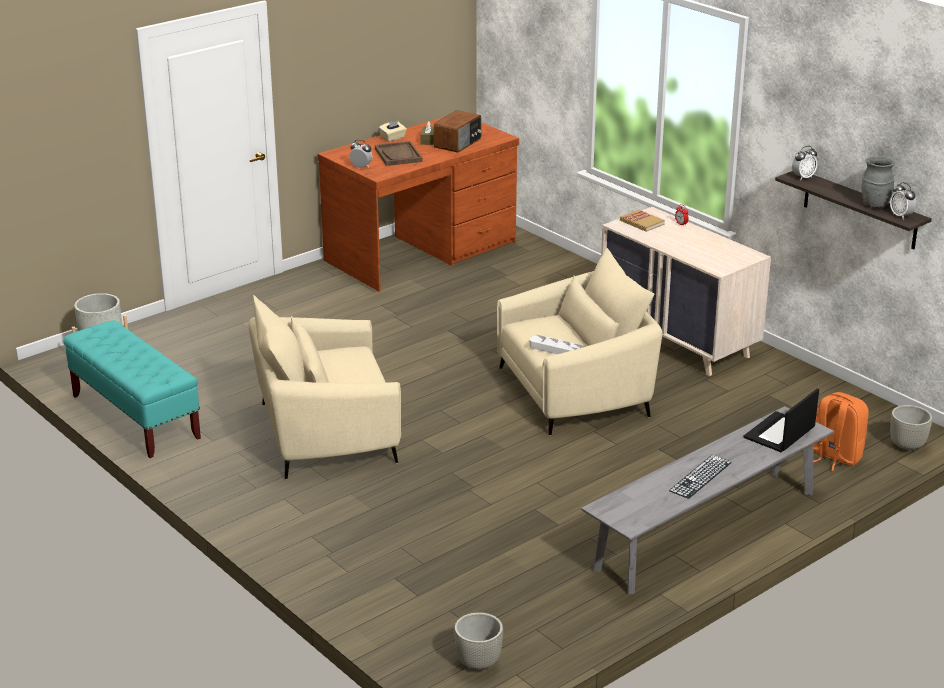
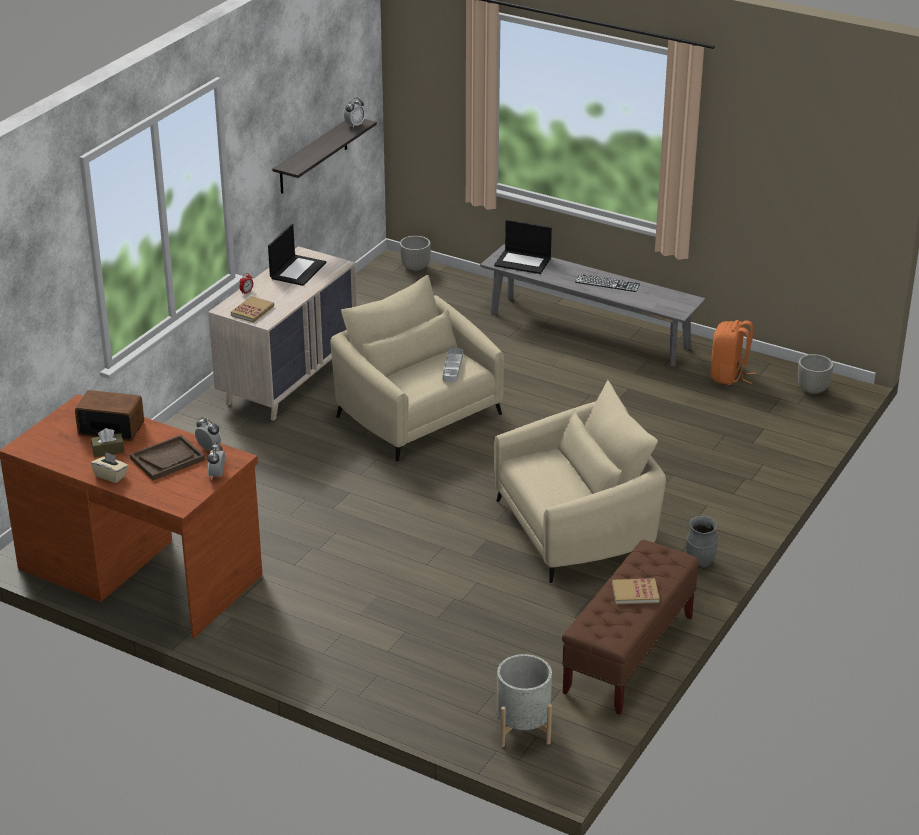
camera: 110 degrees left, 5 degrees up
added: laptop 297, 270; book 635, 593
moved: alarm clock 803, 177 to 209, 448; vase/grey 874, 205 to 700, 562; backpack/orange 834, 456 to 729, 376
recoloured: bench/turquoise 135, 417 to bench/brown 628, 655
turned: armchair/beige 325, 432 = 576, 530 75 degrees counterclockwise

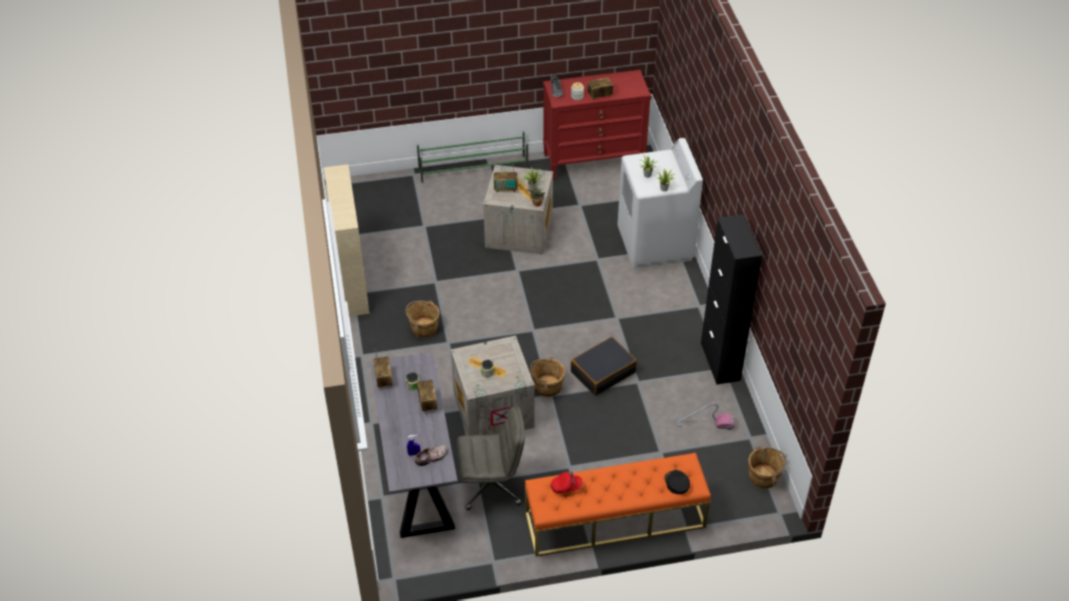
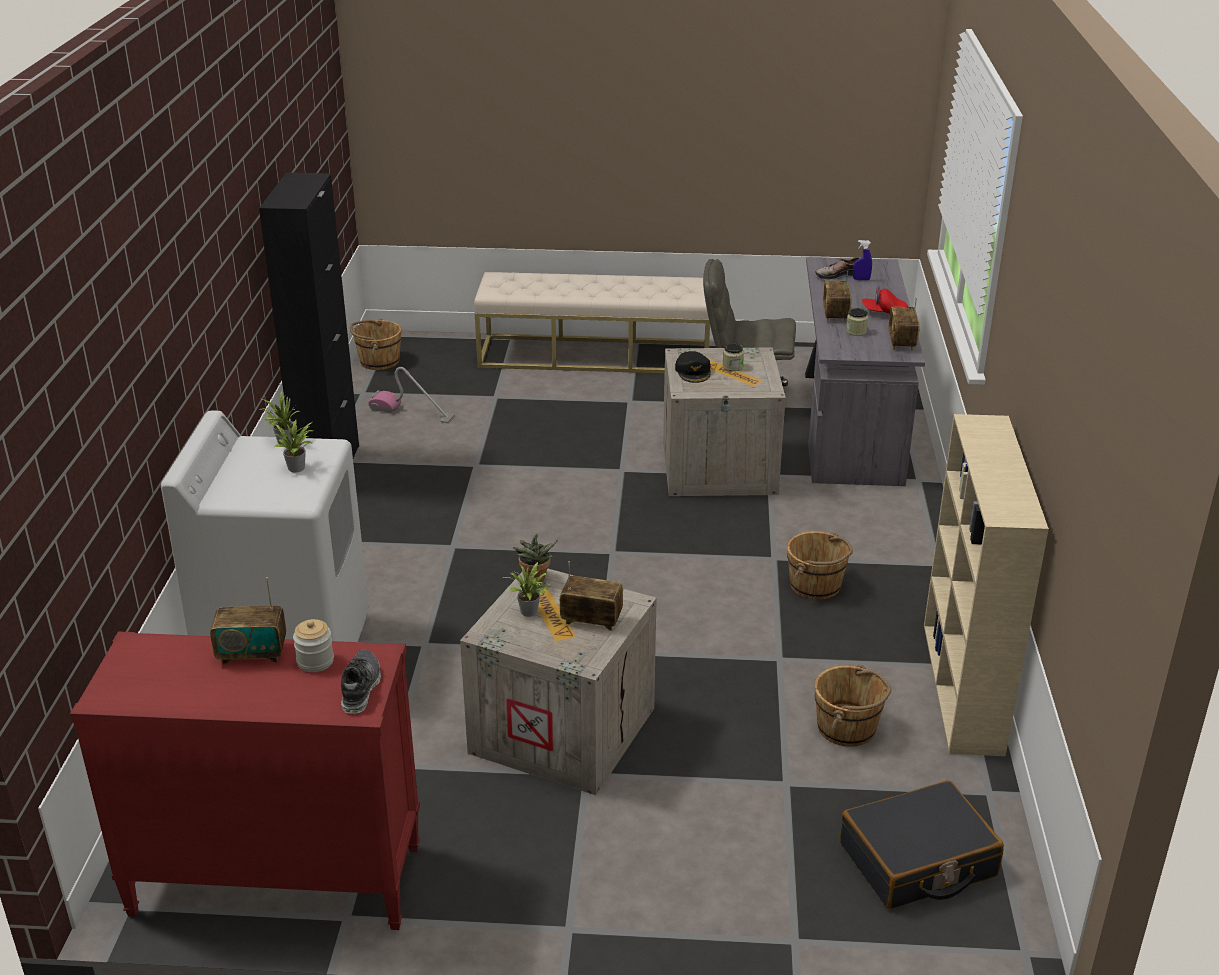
camera: 165 degrees left, 15 degrees down
removed: shoe rack/green 474, 169
moved: cap/black 676, 483 to 693, 371; bucket/brown 547, 386 to 847, 728; suitcase/black 603, 372 to 917, 861; cap/red 566, 487 to 884, 313
recoloured: bench/orange 614, 520 to bench/beige 595, 355

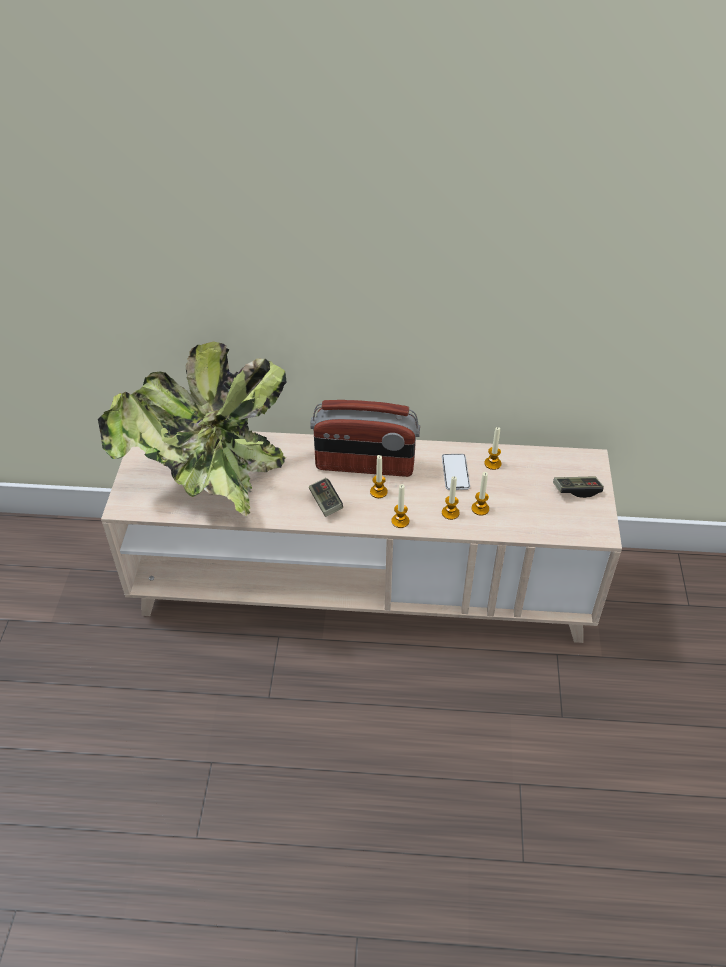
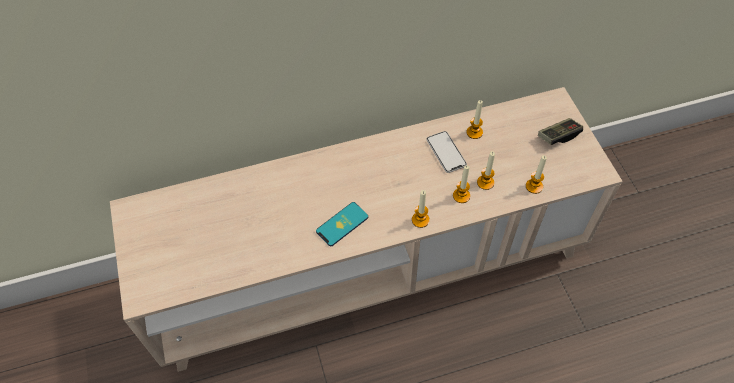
camera: 20 degrees left, 10 degrees up
removed: potted plant 209, 480; radio 365, 465
moved: candle 378, 492 to 534, 186
replaced: game controller 325, 503 to phone 342, 224

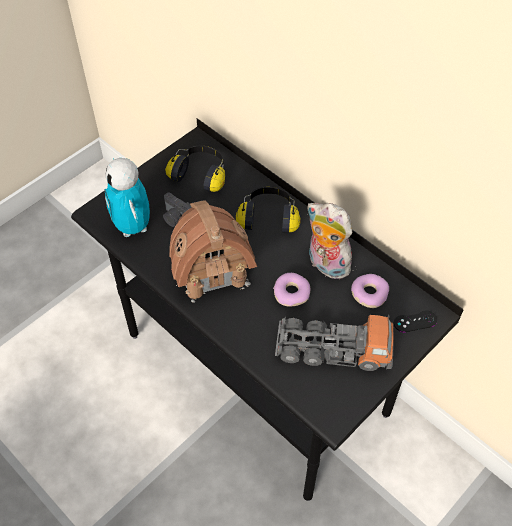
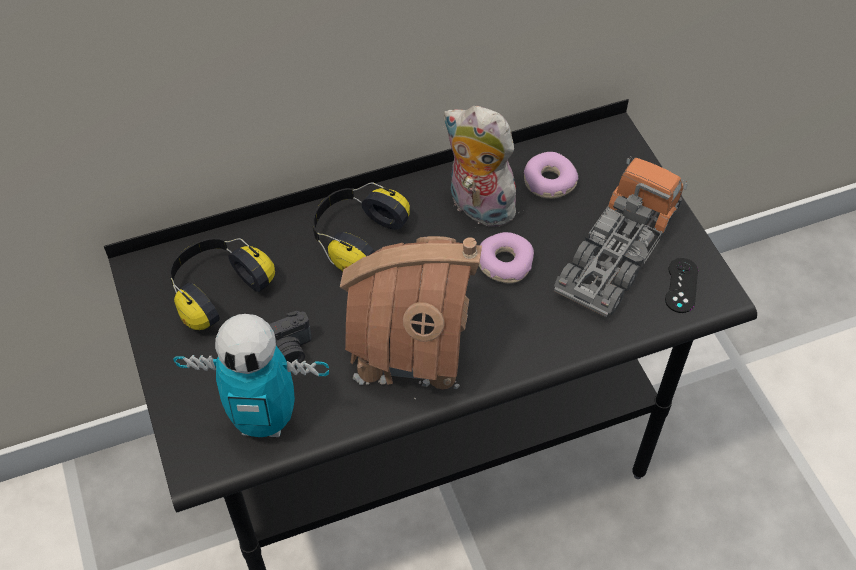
camera: 65 degrees left, 0 degrees up
moved: game controller/black 415, 321 to 681, 285
turned: plush toy 325, 265 = 477, 207 60 degrees clockwise

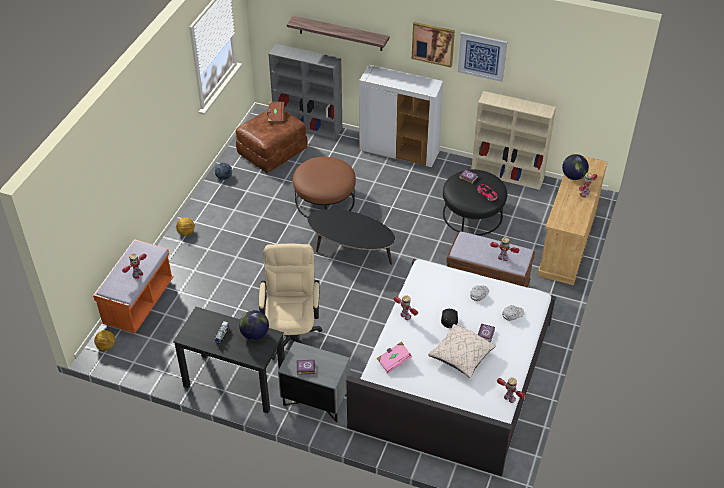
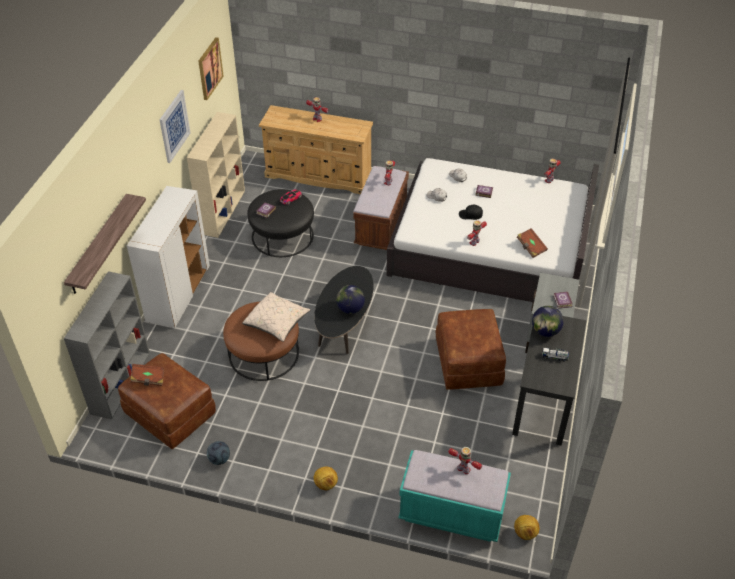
camera: 95 degrees left, 0 degrees up
moved: picture 433, 44 to 209, 68; pillow/beige 461, 356 to 277, 323; globe 573, 176 to 350, 309
replaced: office chair/beige 292, 333 to ottoman/brown 467, 362
recoloured: bench/orange 138, 303 to bench/turquoise 451, 513; book/pink 394, 361 to book/brown 531, 247

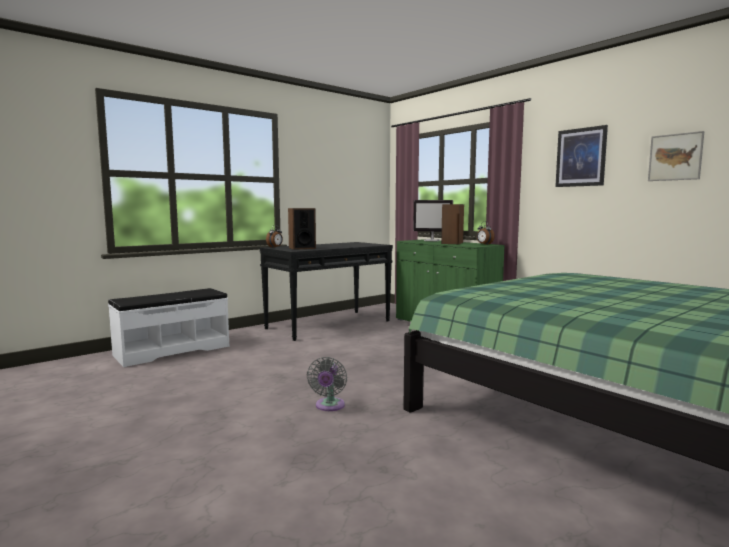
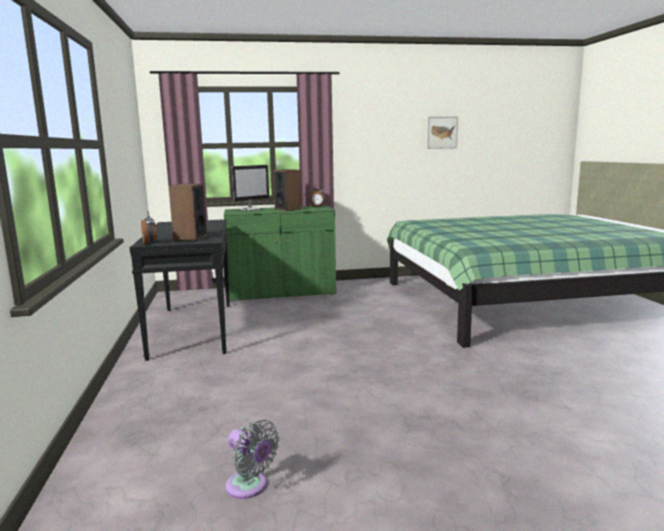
camera: 60 degrees left, 5 degrees up
removed: bench/white 172, 350; picture 581, 157
moved: fan/grey 329, 406 to 250, 487

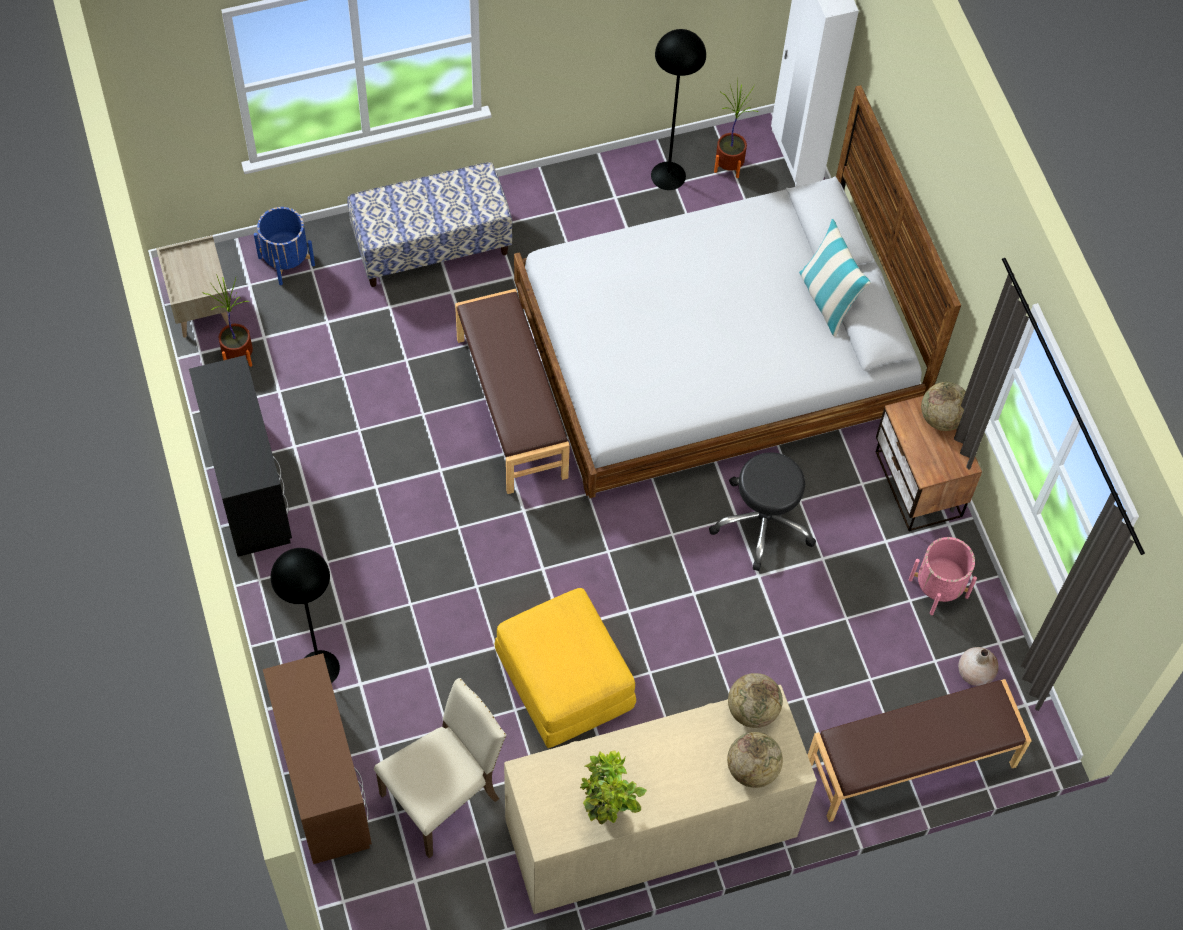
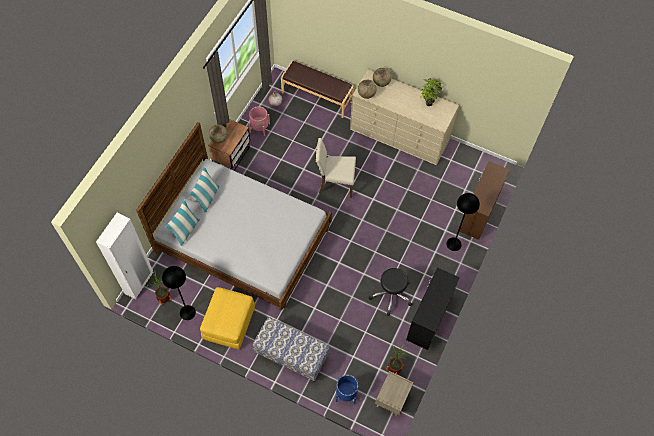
camera: 135 degrees left, 0 degrees up
removed: bench/brown 512, 407
added: pillow 186, 230
moved: ottoman/yellow 563, 681 to 229, 323; chair/beige 443, 797 to 335, 183; stool/black 762, 522 to 391, 295

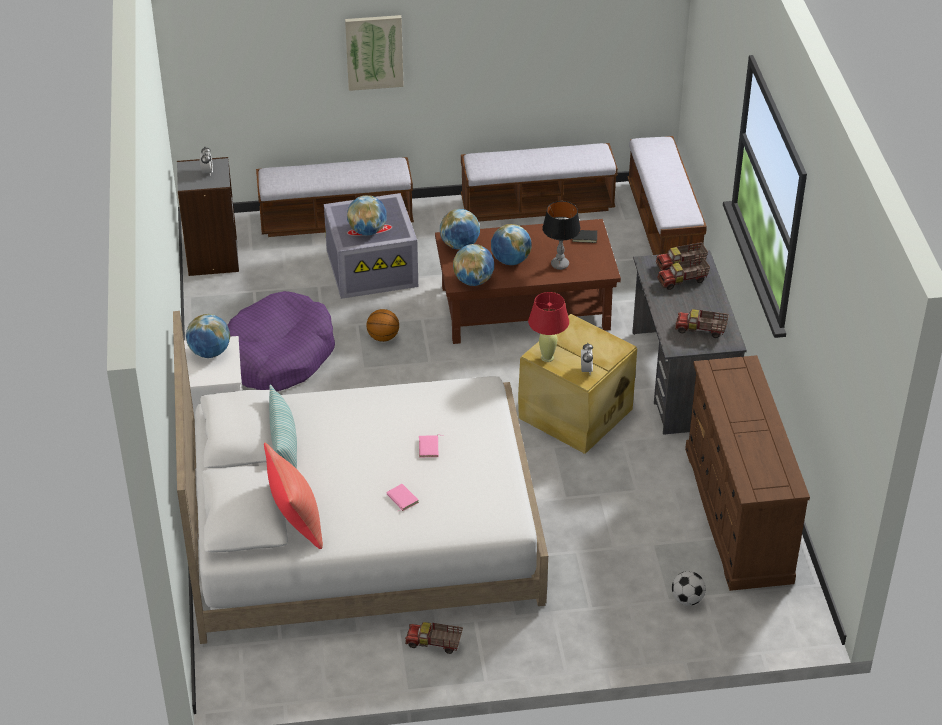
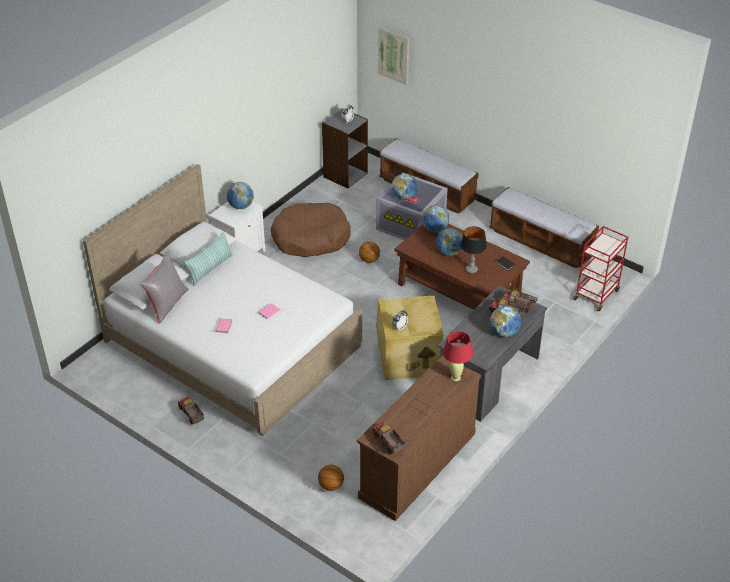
camera: 45 degrees right, 0 degrees up
moved: toy truck 701, 330 to 388, 443; picture 374, 52 to 394, 55; table lamp/red 547, 357 to 455, 378; globe 473, 281 to 504, 332
replaced: football 687, 599 to basketball 331, 486; bench 663, 226 to cart/red 596, 294
recoloured: pillow/red 296, 521 to pillow/grey 167, 304; dog bed/purple 278, 355 to dog bed/brown 310, 238

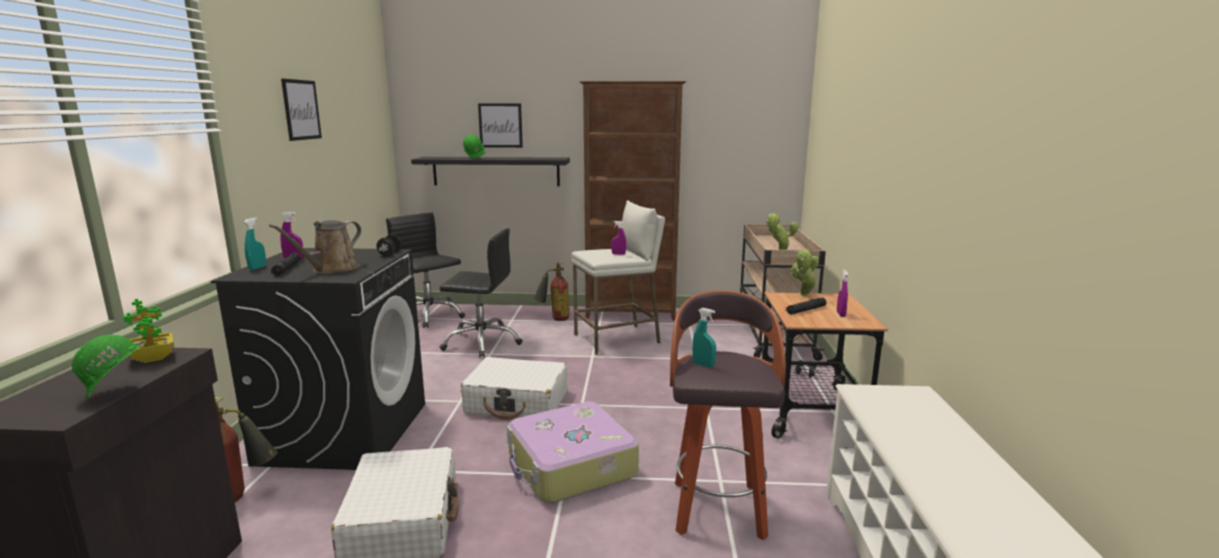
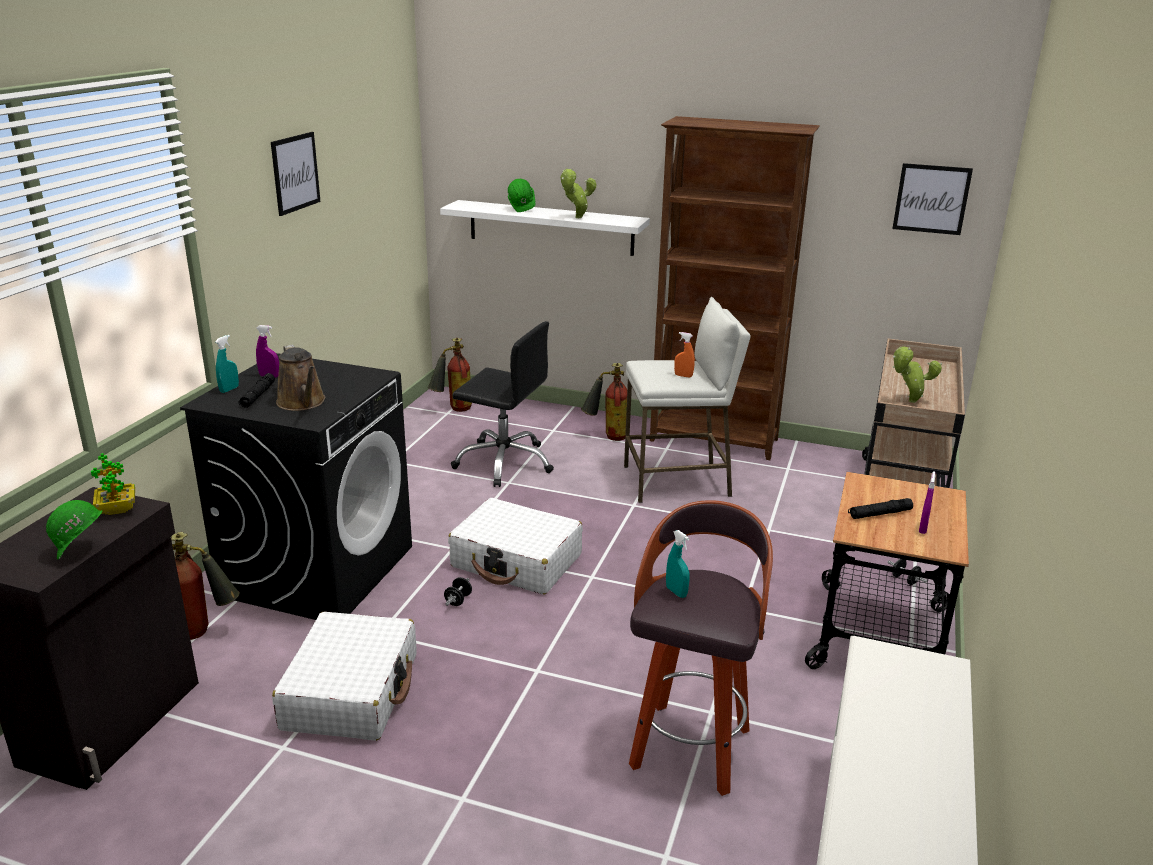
camera: 15 degrees right, 10 degrees up
removed: suitcase 570, 466
moved: dumbbell/black 390, 254 to 458, 600; potted plant 803, 295 to 576, 218; picture 500, 125 to 931, 199
replaced: office chair/black 429, 316 to fire extinguisher 453, 410
recoloured: shelf/black 496, 171 to shelf/white 550, 227; spray bottle/purple 618, 254 to spray bottle/orange 683, 376
turned: watering can/brown 331, 269 = 302, 403 75 degrees counterclockwise

